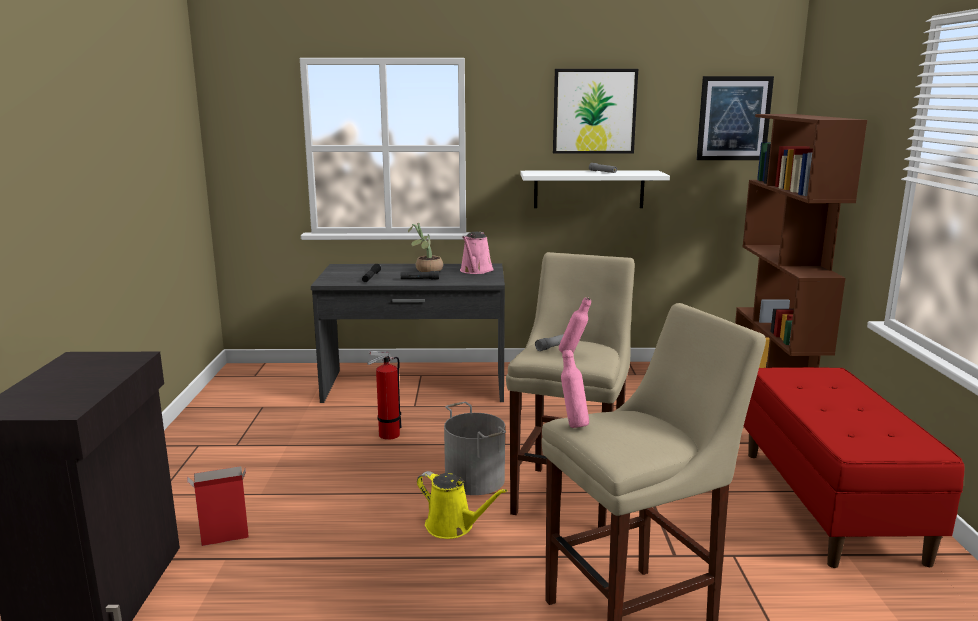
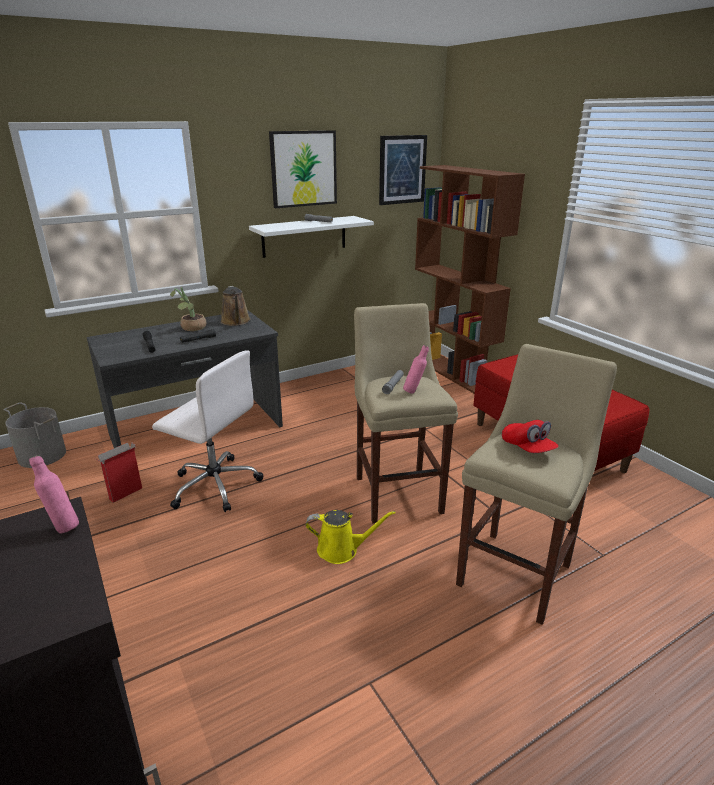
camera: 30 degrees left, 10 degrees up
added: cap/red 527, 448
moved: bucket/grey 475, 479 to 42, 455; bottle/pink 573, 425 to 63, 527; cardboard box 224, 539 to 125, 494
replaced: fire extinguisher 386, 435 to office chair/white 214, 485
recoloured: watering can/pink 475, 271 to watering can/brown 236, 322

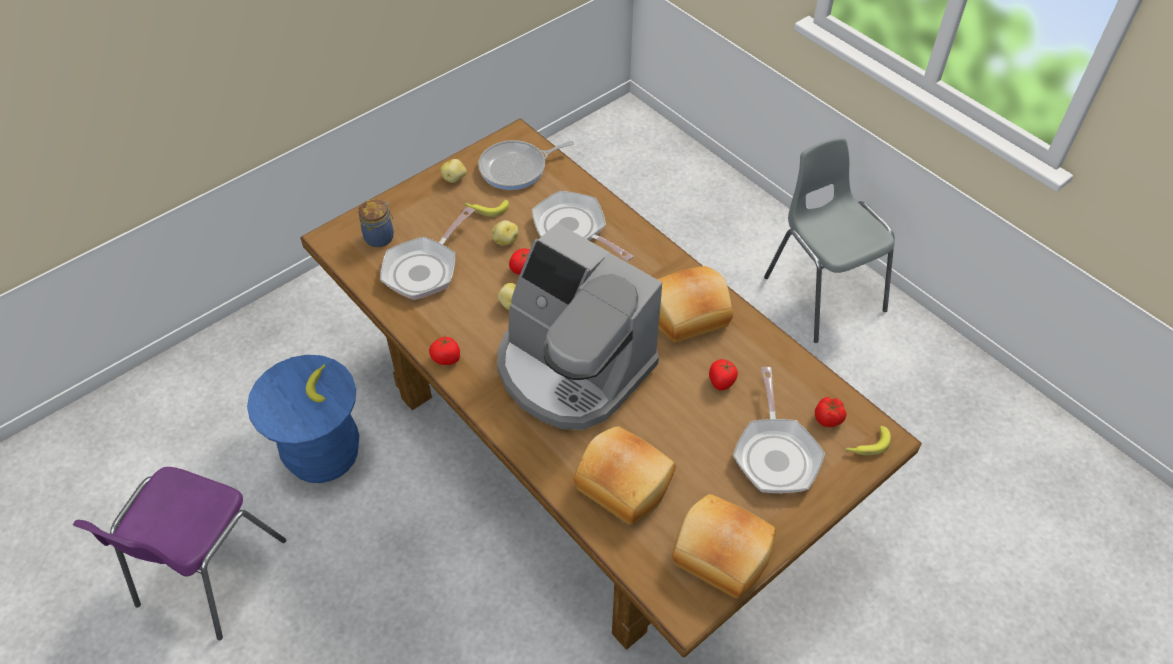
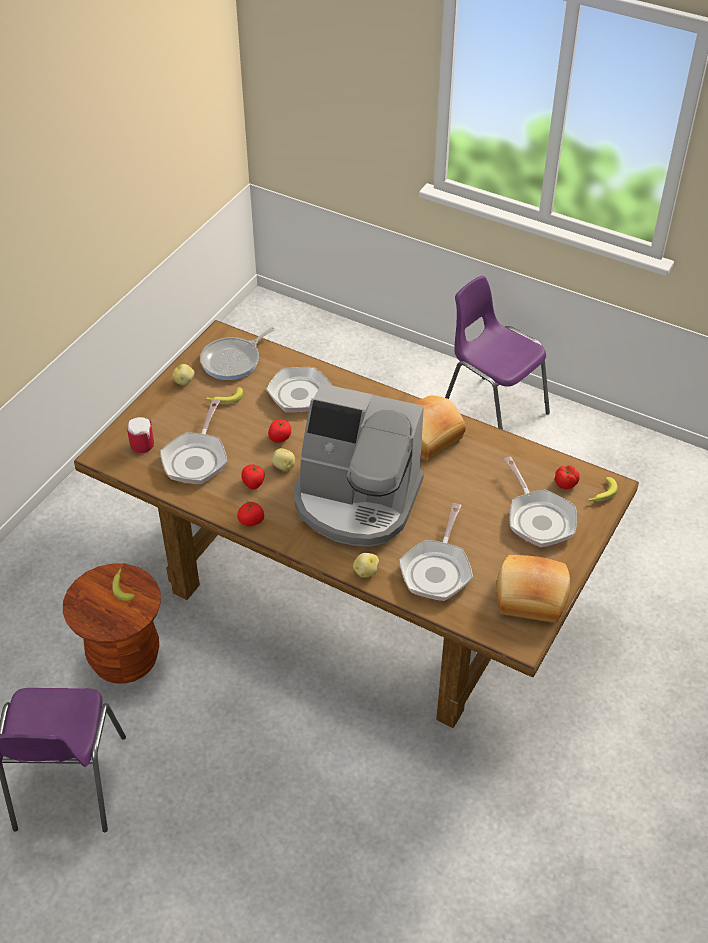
camera: 20 degrees left, 5 degrees down
moved: tomato 721, 382 to 253, 483; potato 505, 240 to 365, 571
replaced: jar 380, 237 to mug 145, 443; bread 625, 482 to frying pan 437, 570
recoloured: stool/blue 324, 455 to stool/brown 125, 659; chair/grey 822, 292 to chair/purple 492, 411

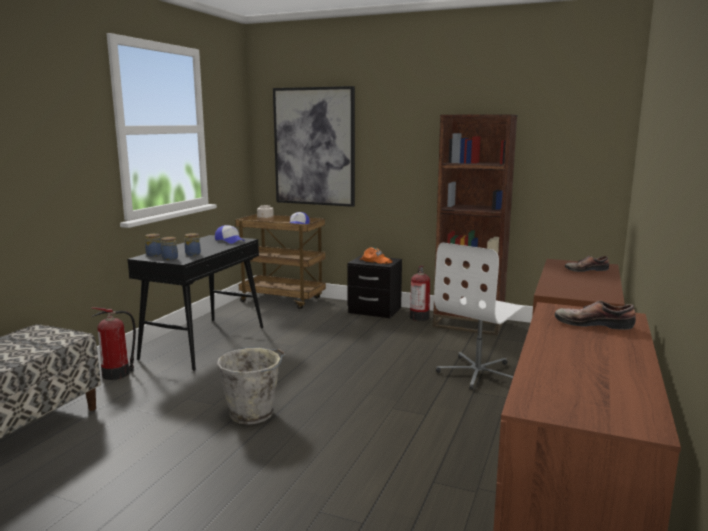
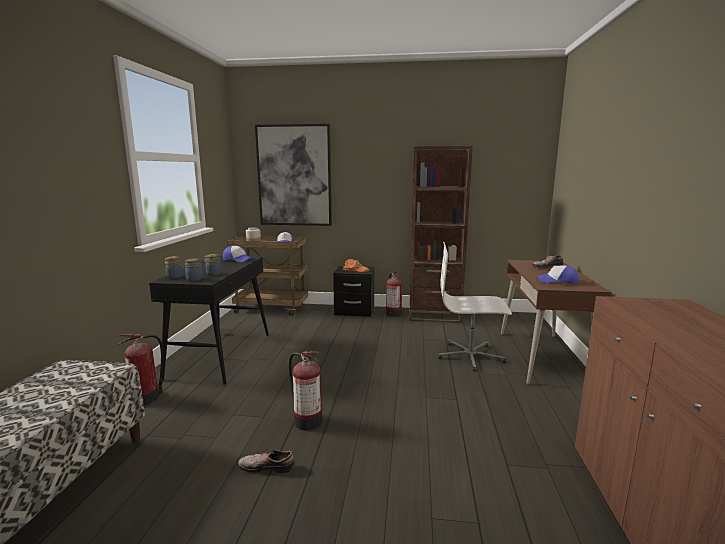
camera: 15 degrees left, 0 degrees up
added: cap 557, 281
moved: shoe 593, 323 to 267, 466
replaced: bucket/grey 253, 413 to fire extinguisher 306, 421
turned: office chair/white 478, 373 = 470, 356 75 degrees clockwise

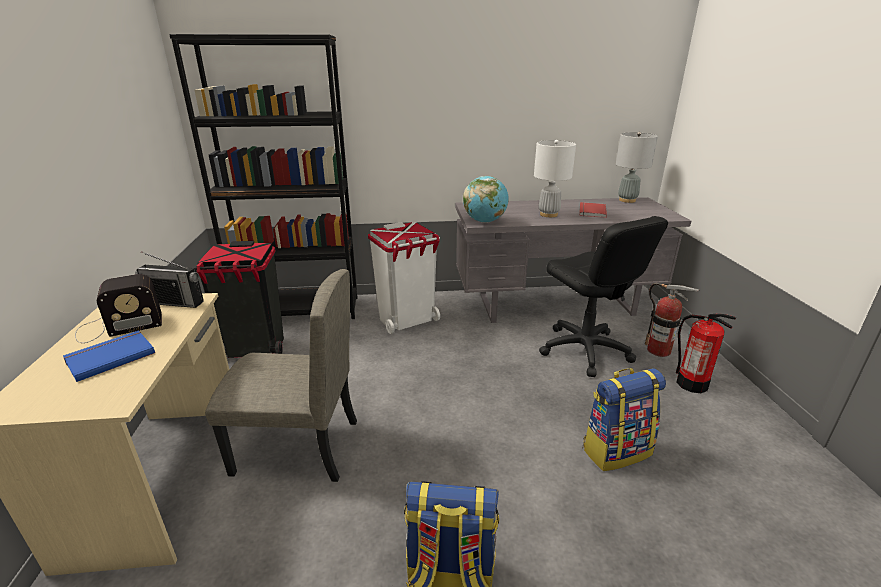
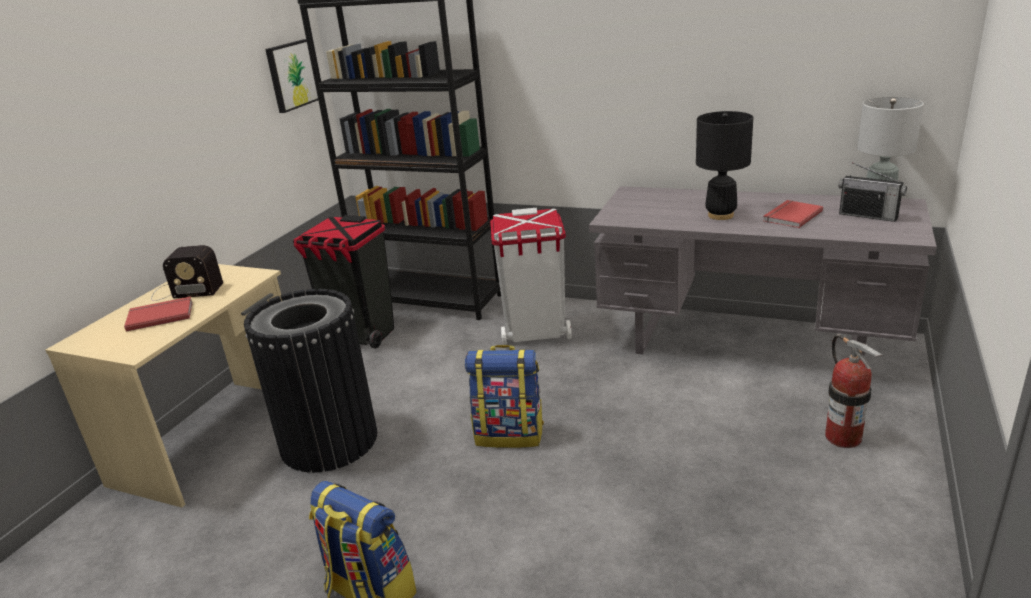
camera: 30 degrees right, 0 degrees up
removed: globe 484, 221; office chair/black 584, 350; fire extinguisher 691, 383
added: picture 291, 75
moved: backpack 616, 450 to 510, 434; radio 176, 302 to 868, 215
replaced: chair/beige 297, 447 to trash can/black 329, 441
recoloured: book/blue 110, 357 to book/red 160, 315; table lamp/white 548, 214 to table lamp/black 720, 215

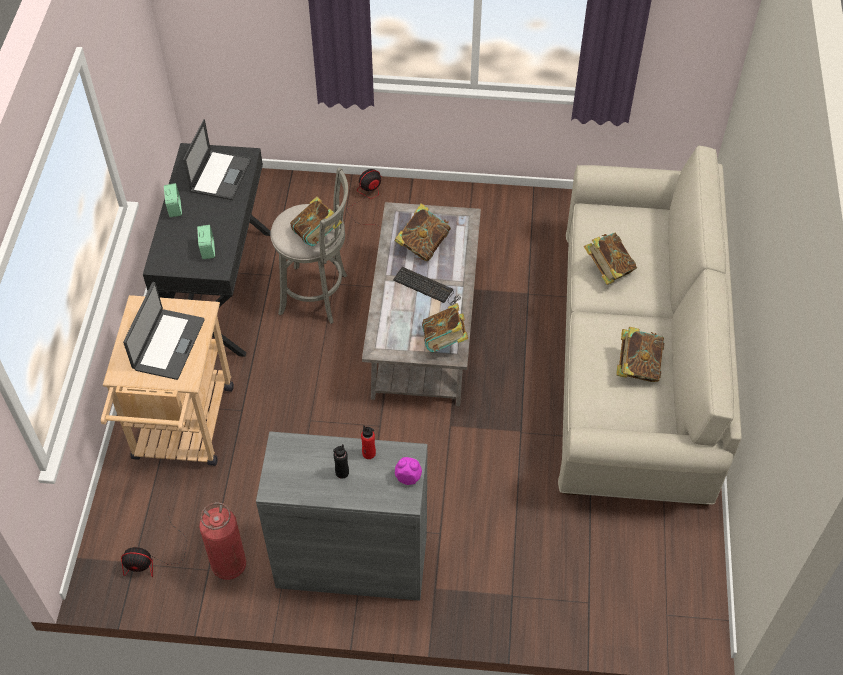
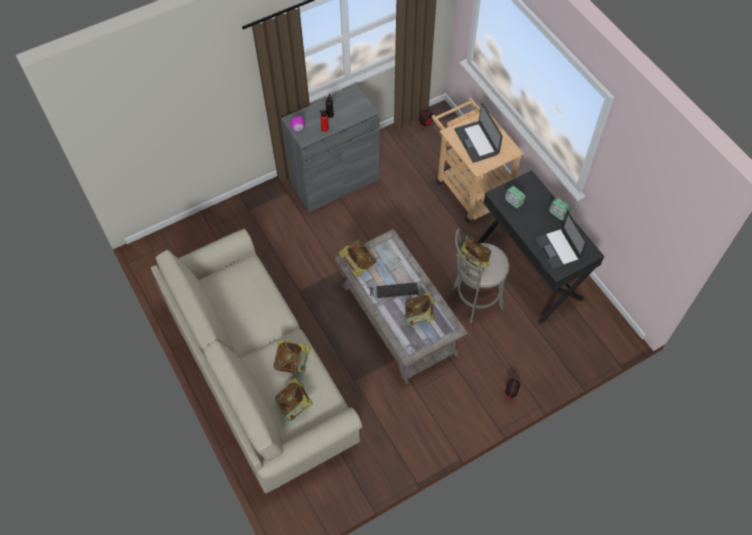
camera: 145 degrees right, 5 degrees up
removed: fire extinguisher 229, 565
moved: book 637, 366 to 295, 406

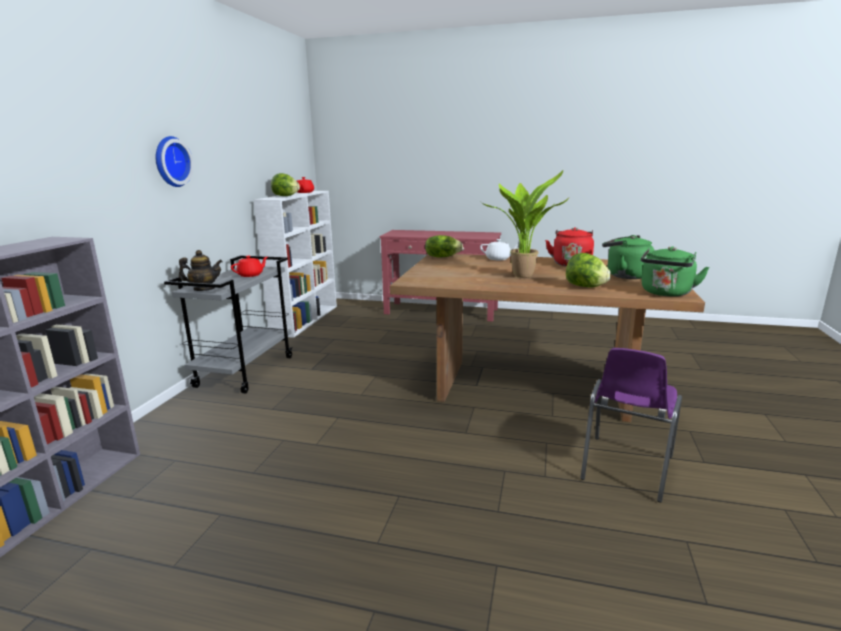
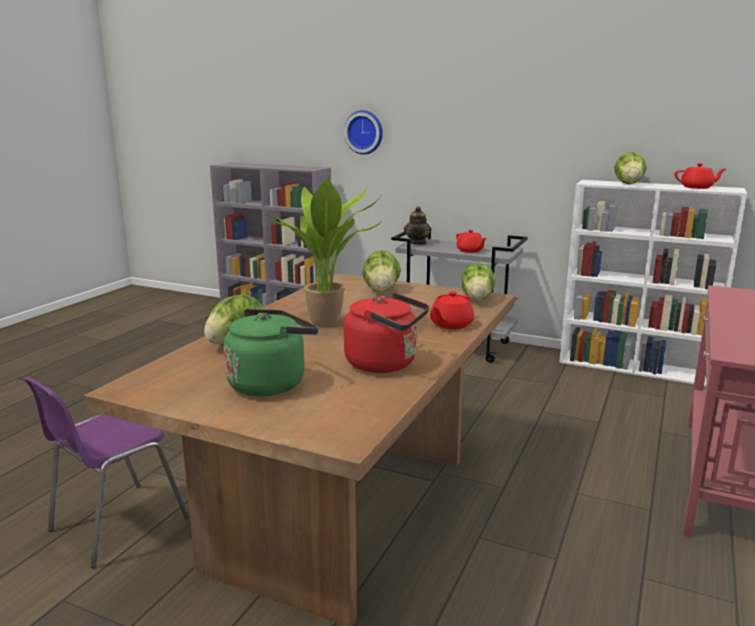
camera: 100 degrees right, 0 degrees up
removed: kettle/green 665, 293
added: lettuce 381, 290
moved: wall clock 170, 162 to 365, 132
recoloured: teapot/white 498, 259 to teapot/red 450, 325
turned: chair/purple 625, 469 = 115, 525 90 degrees counterclockwise

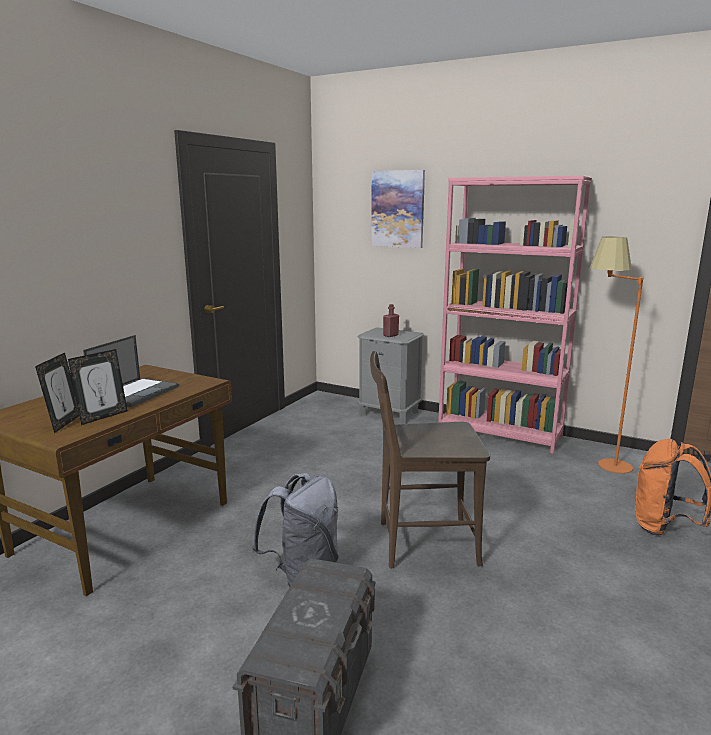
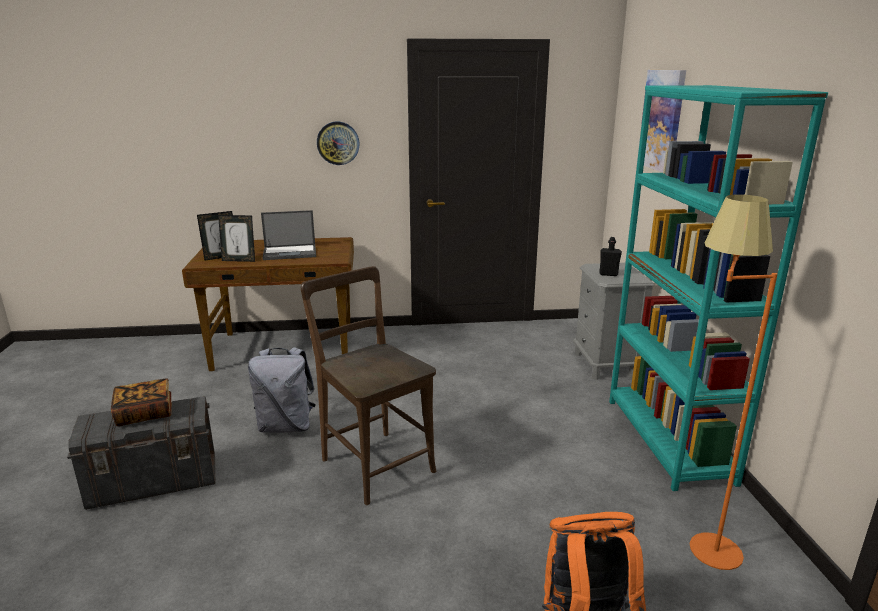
camera: 55 degrees right, 5 degrees up
added: book 145, 413; wall clock 338, 143
recoloured: bottle/red 390, 335 to bottle/black 608, 274; bookcase/pink 500, 433 to bookcase/turquoise 668, 439

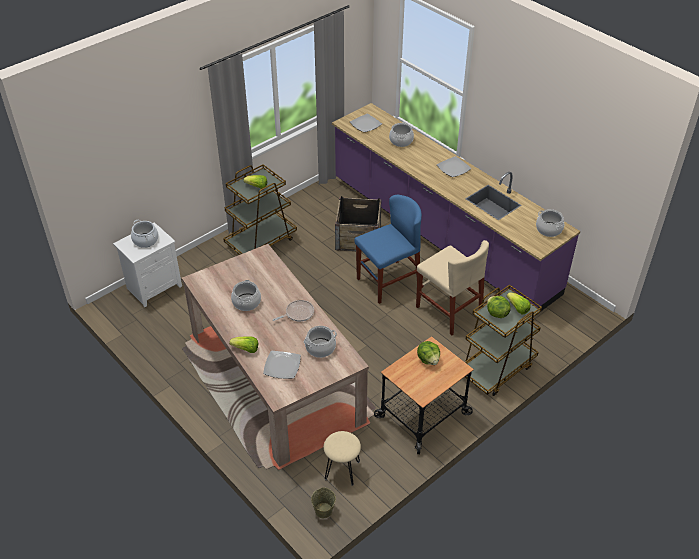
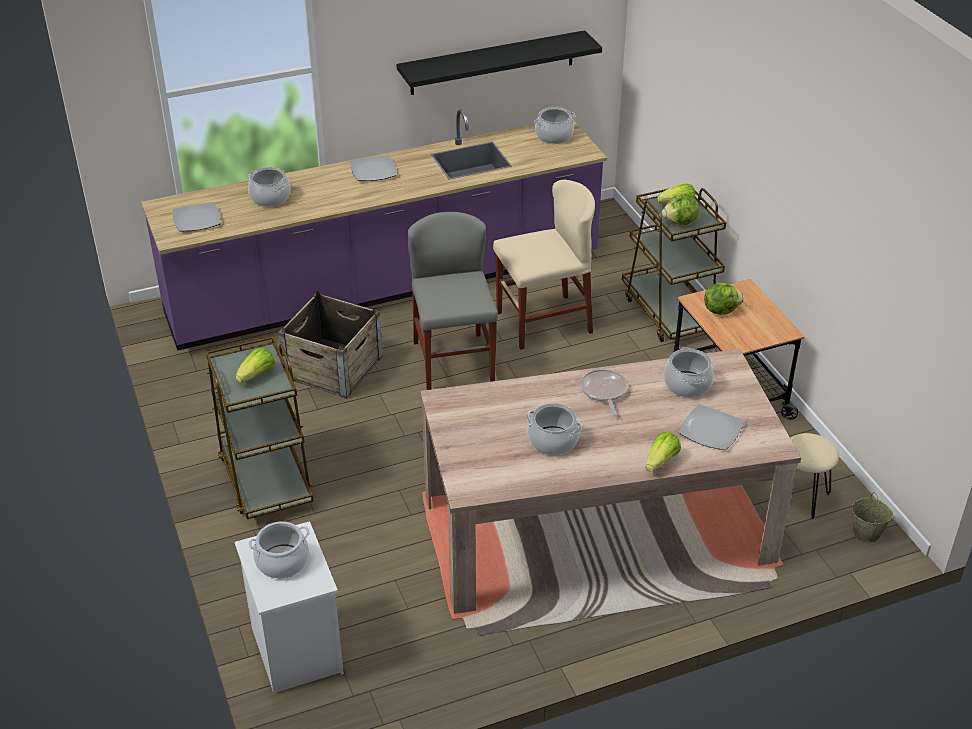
camera: 70 degrees left, 5 degrees down
added: shelf/black 492, 63
recoloured: chair/blue 388, 282 to chair/grey 453, 362

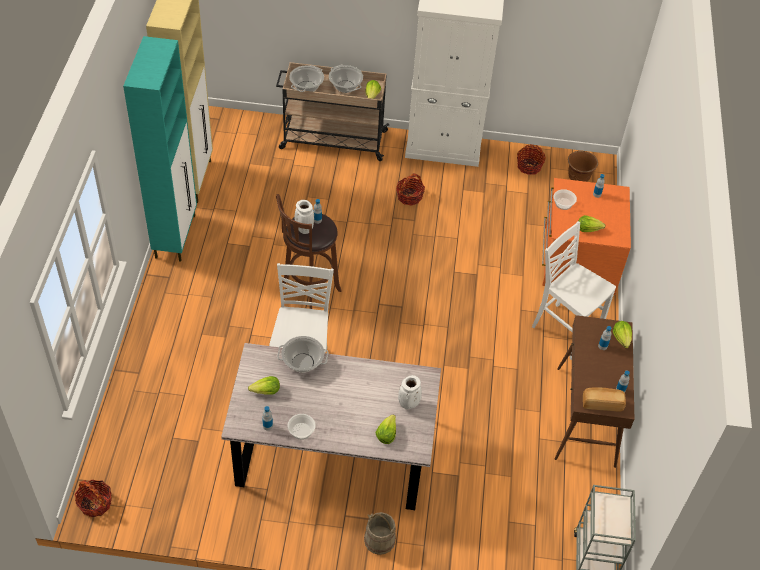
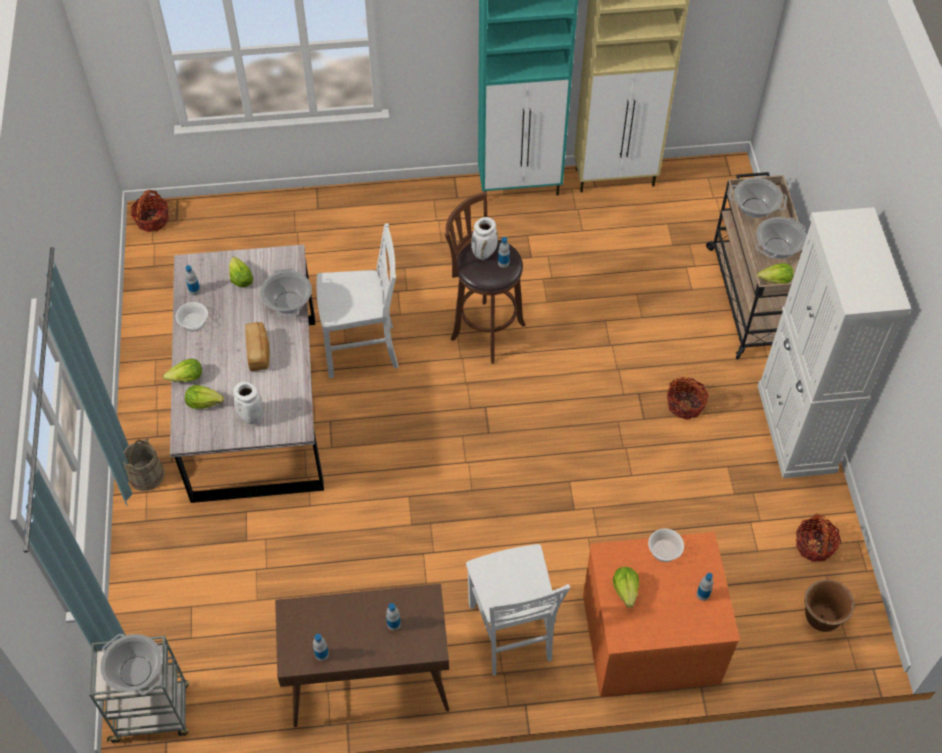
camera: 80 degrees right, 5 degrees up
added: cooking pot 136, 671
moved: lettuce 622, 338 to 186, 378; bread 602, 403 to 259, 352
turned: chair/white 564, 329 = 511, 634 135 degrees clockwise

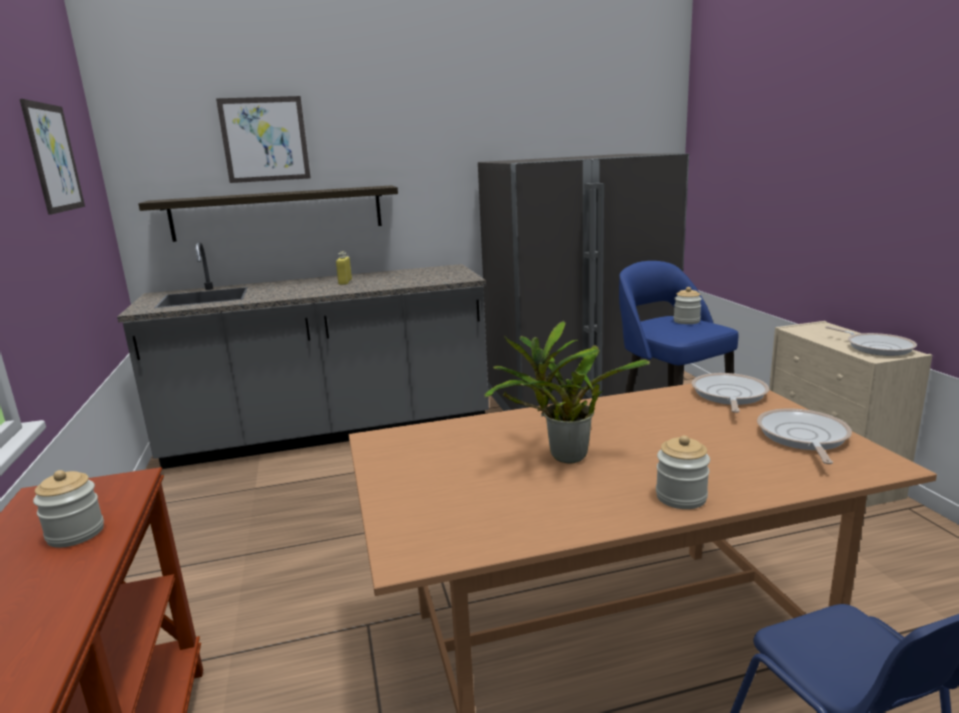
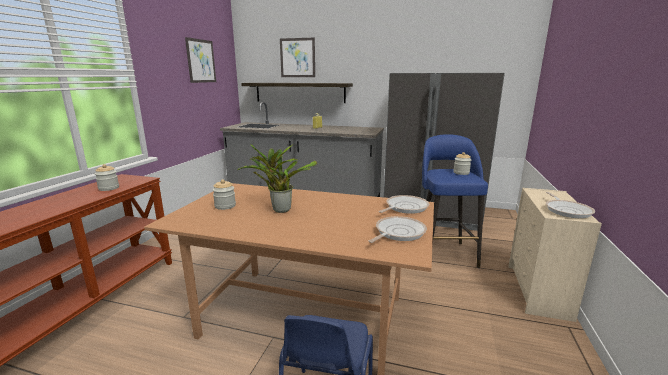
camera: 30 degrees right, 0 degrees up
moved: jar 681, 497 to 225, 206

